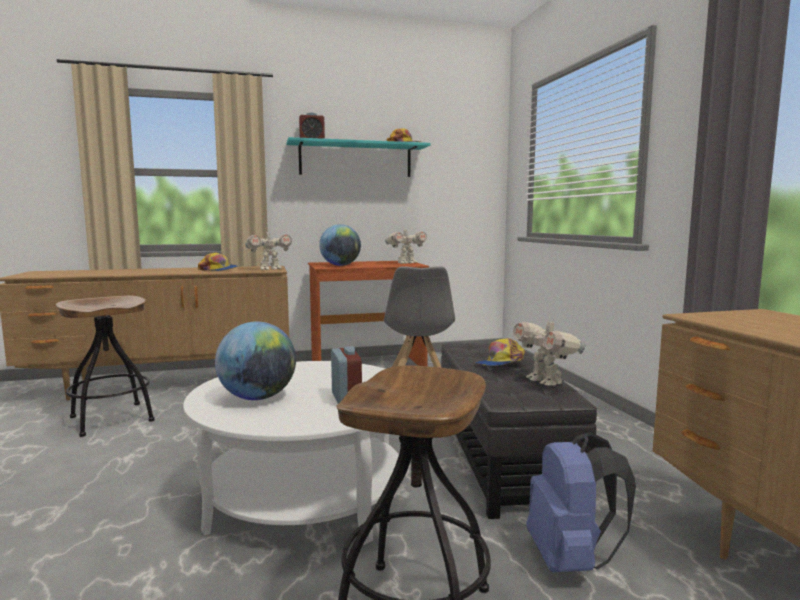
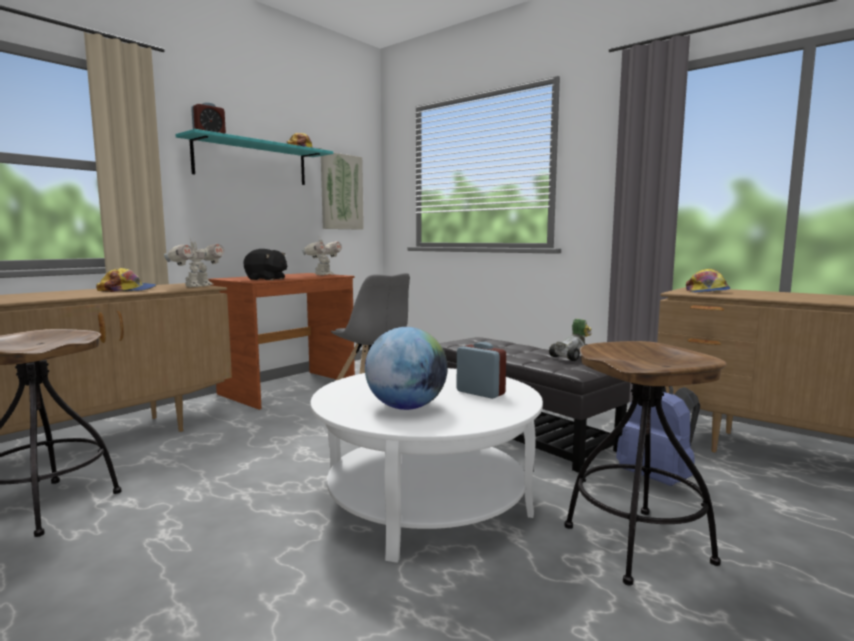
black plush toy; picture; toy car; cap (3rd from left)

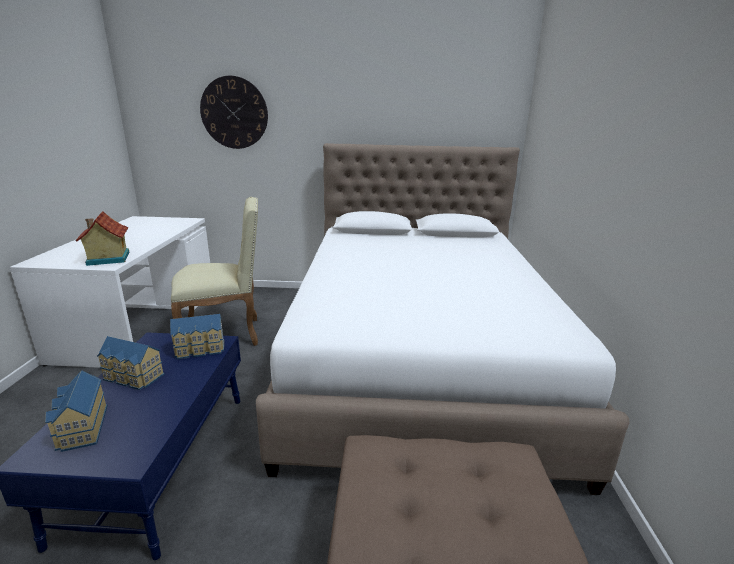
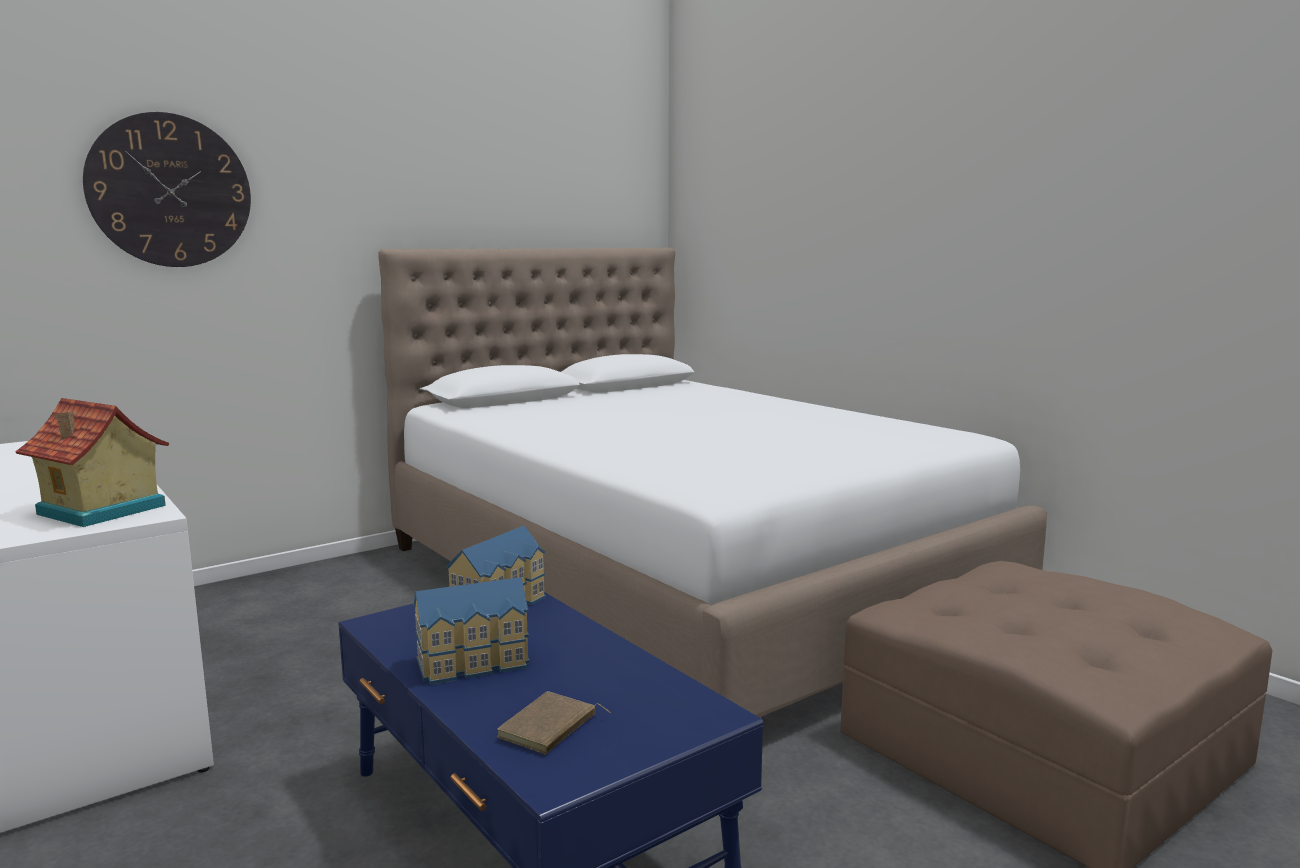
brown book; beige chair

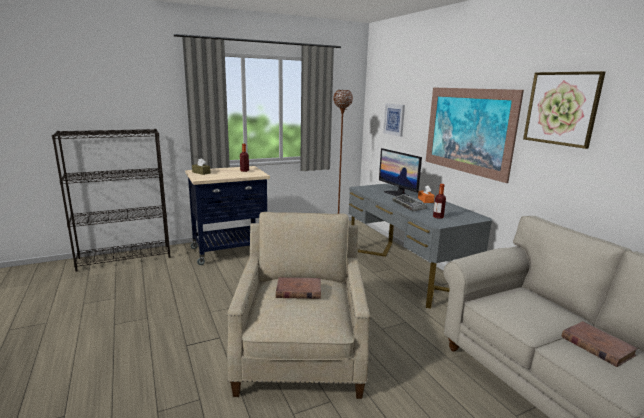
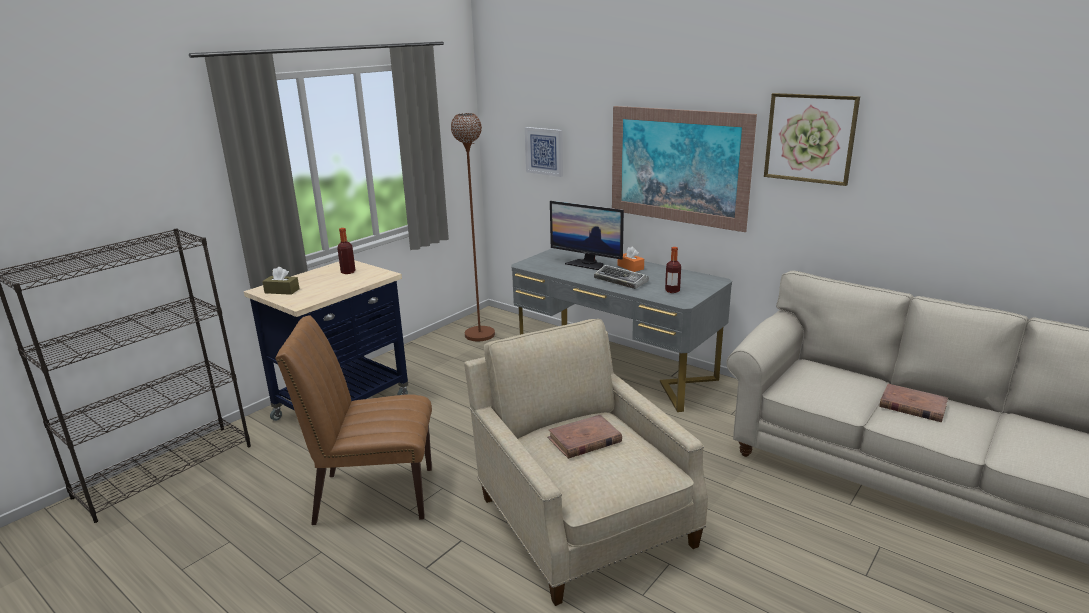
brown chair

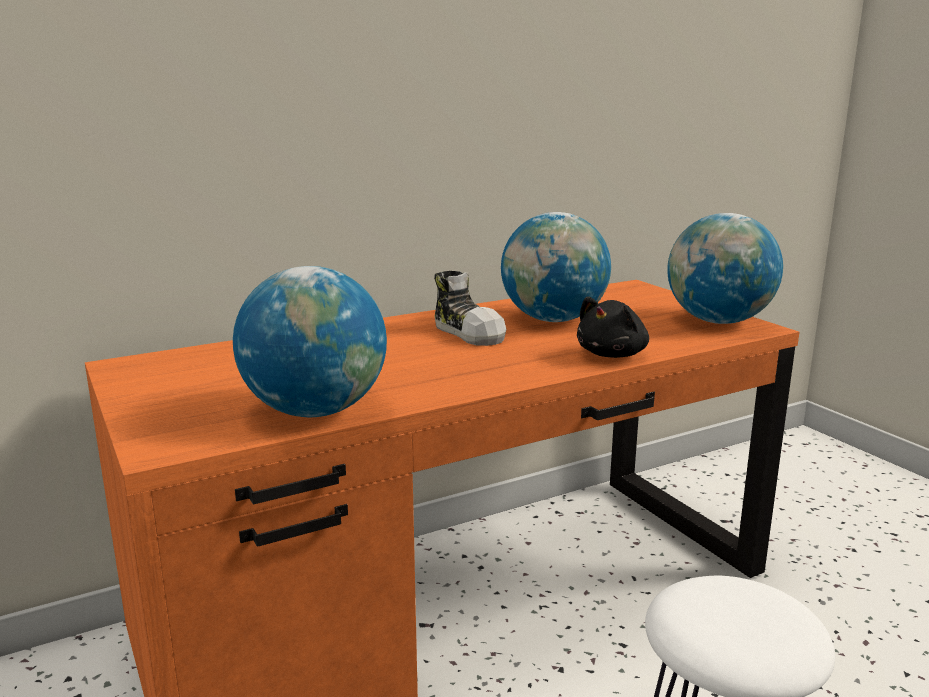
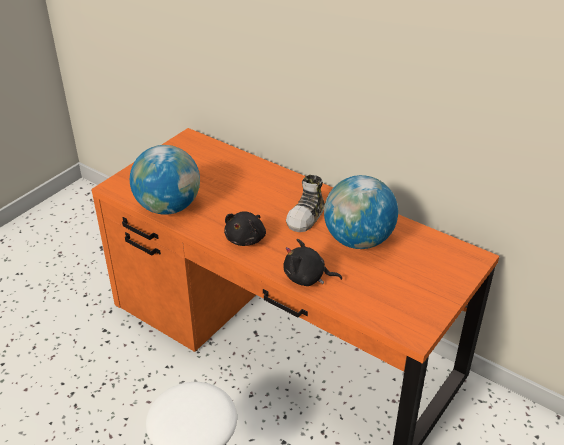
black plush toy (1st from left); globe (3rd from left in the first image)

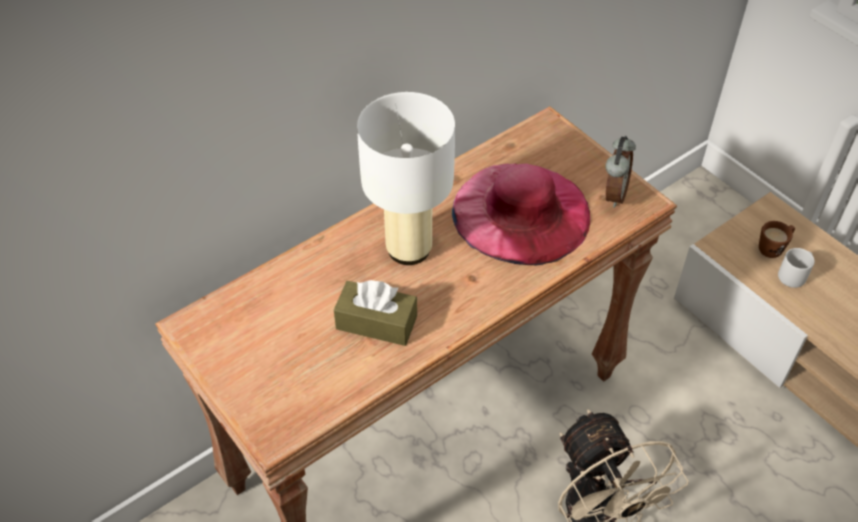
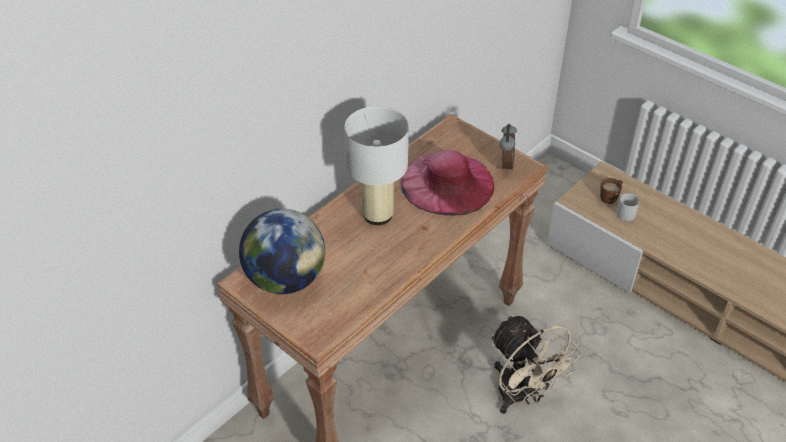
globe; brown tissue box

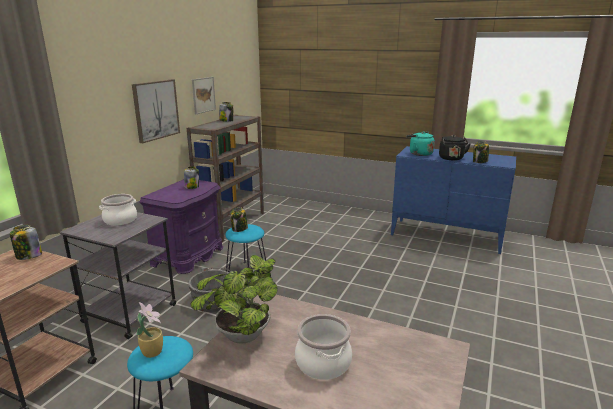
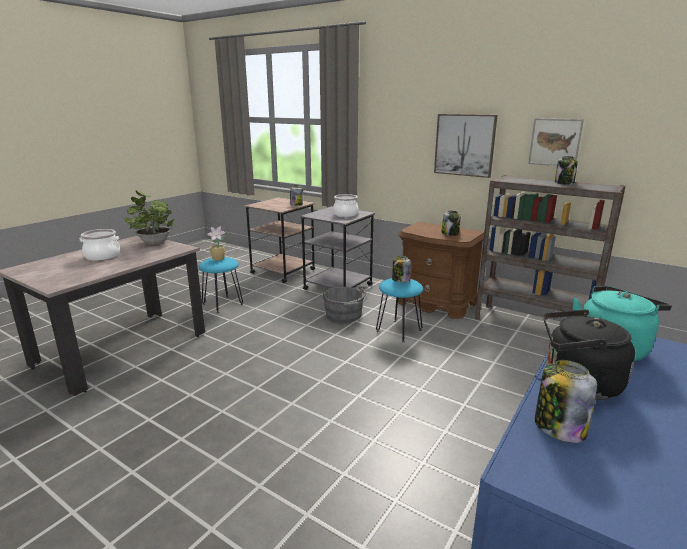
brown nightstand

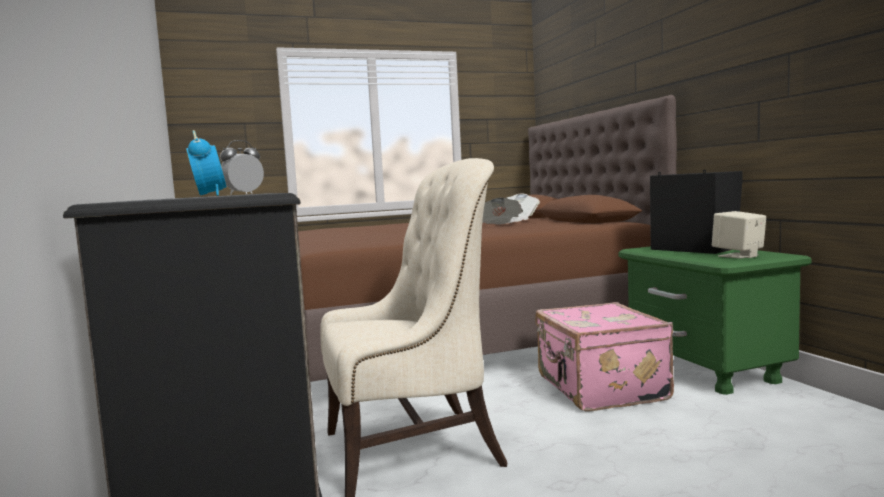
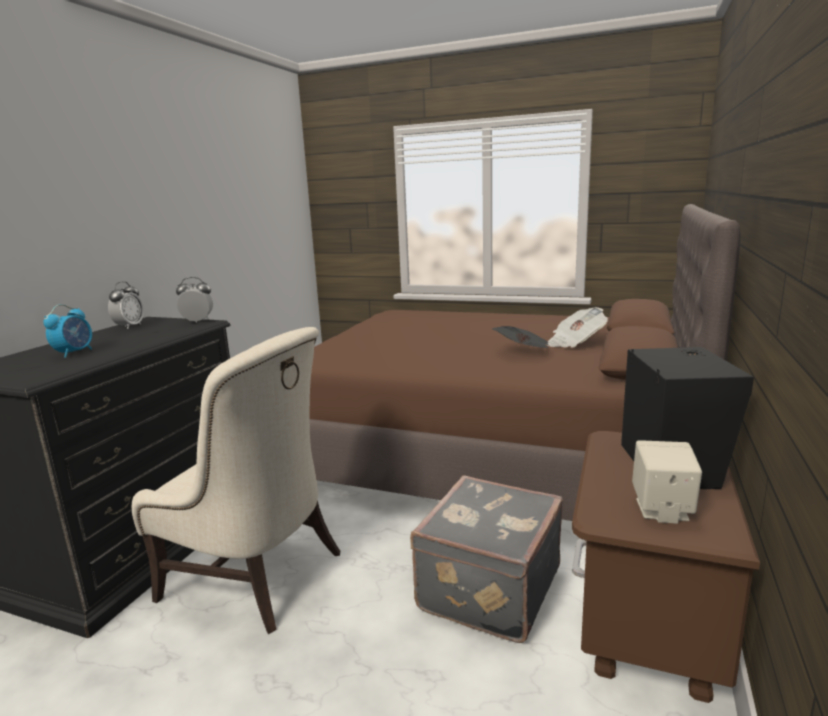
alarm clock (2nd from left); grey suitcase; brown nightstand

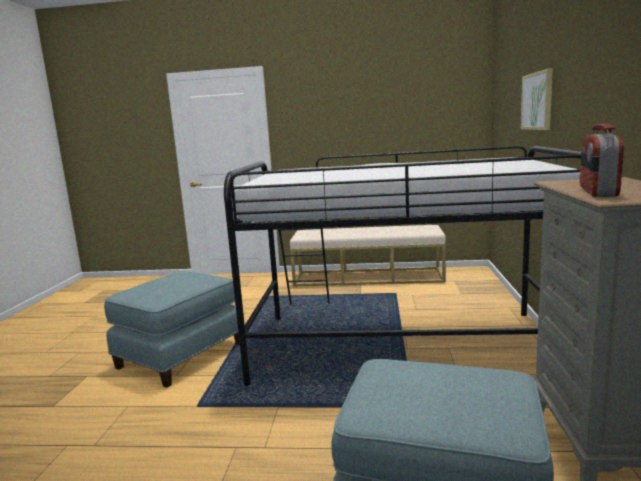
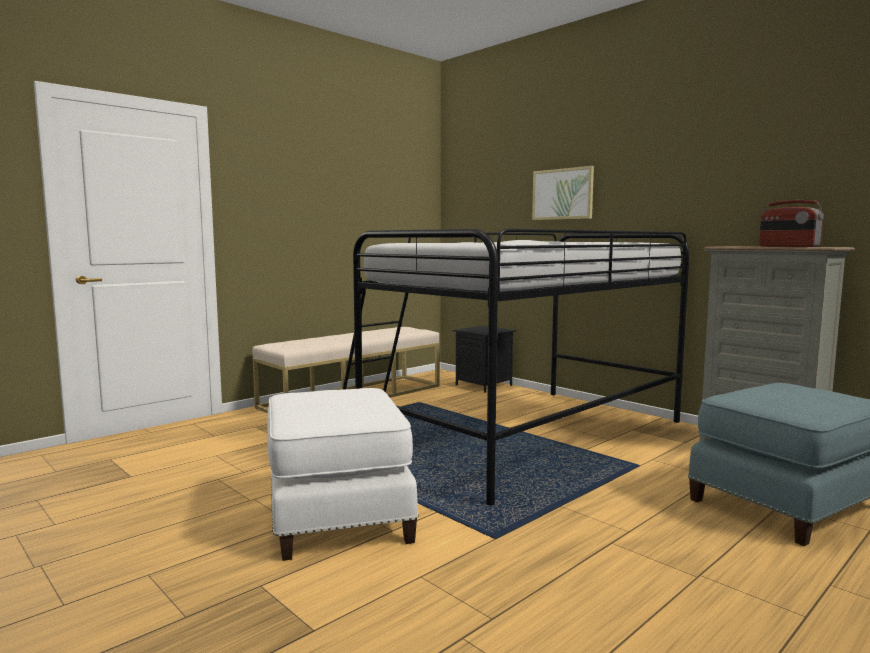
white ottoman; black nightstand

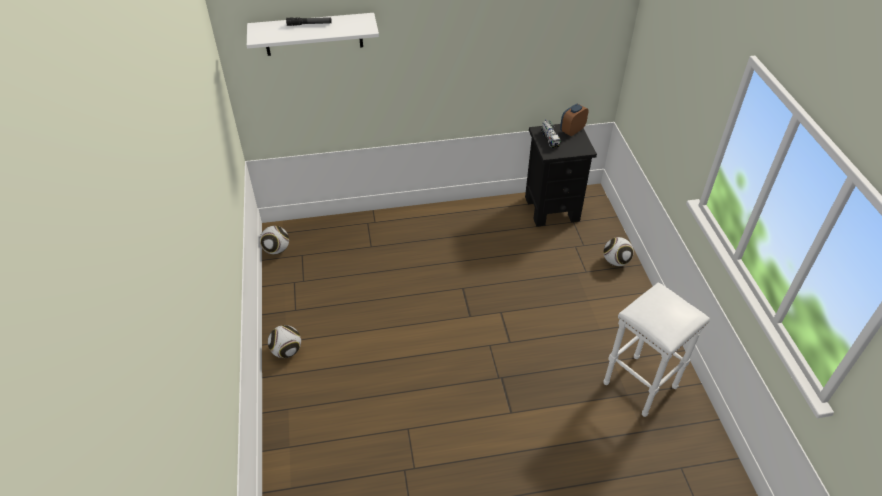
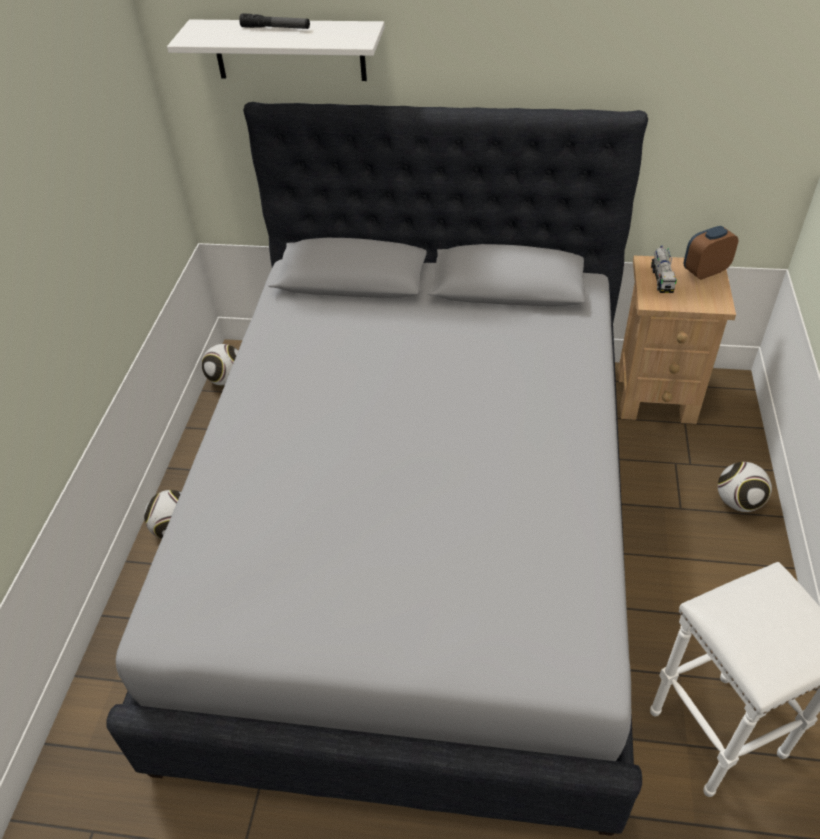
grey bed; beige nightstand

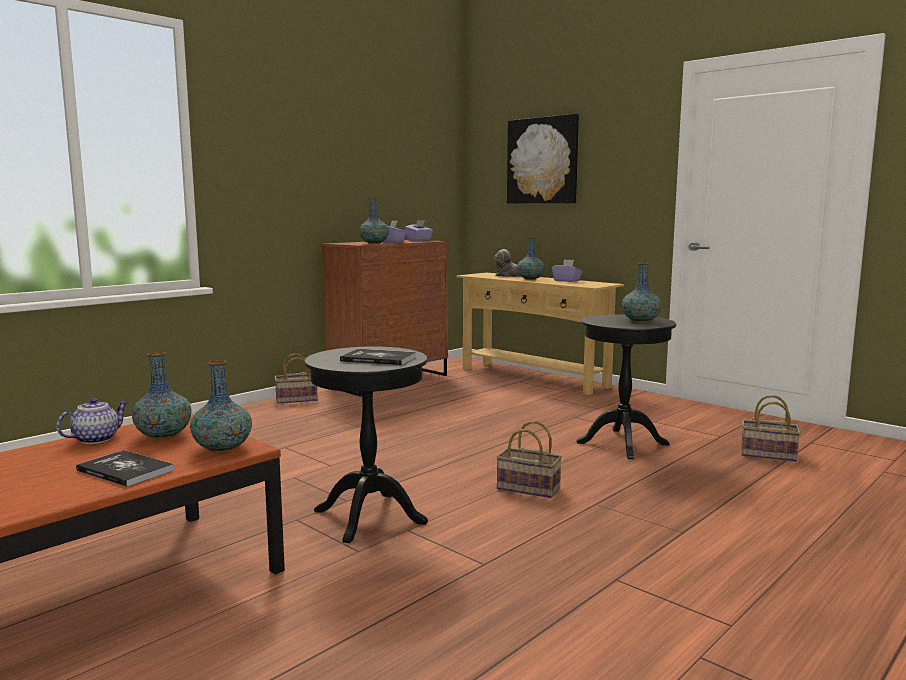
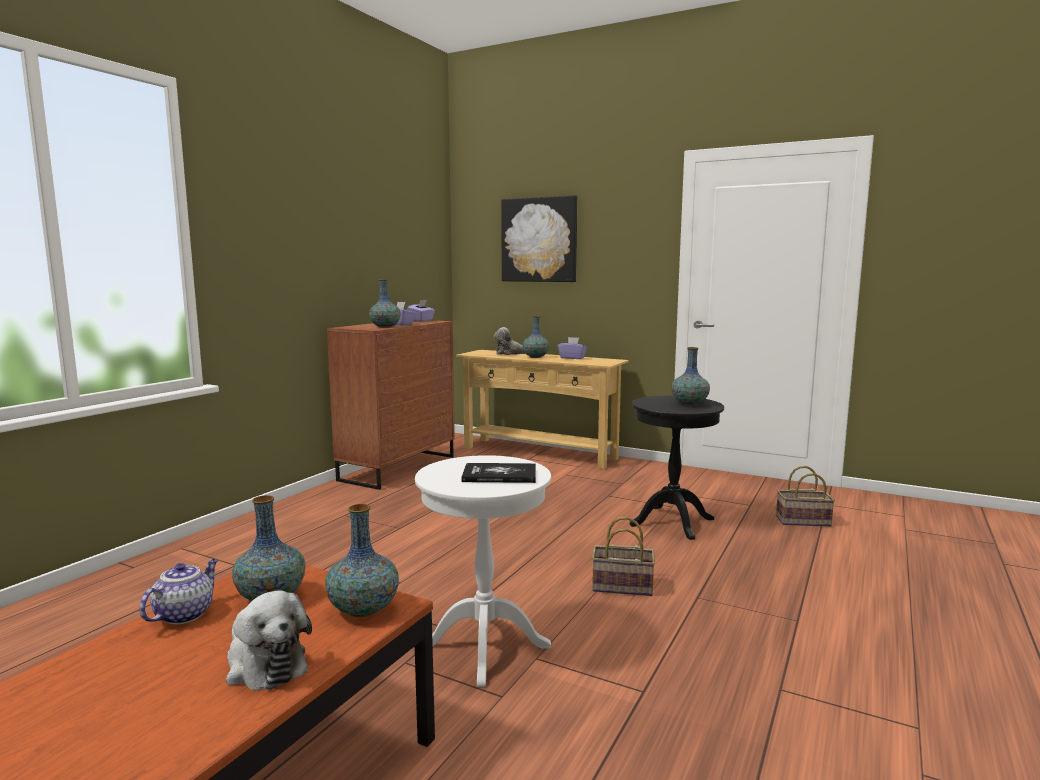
plush toy (1st from left); white side table; basket (1st from left in the first image)

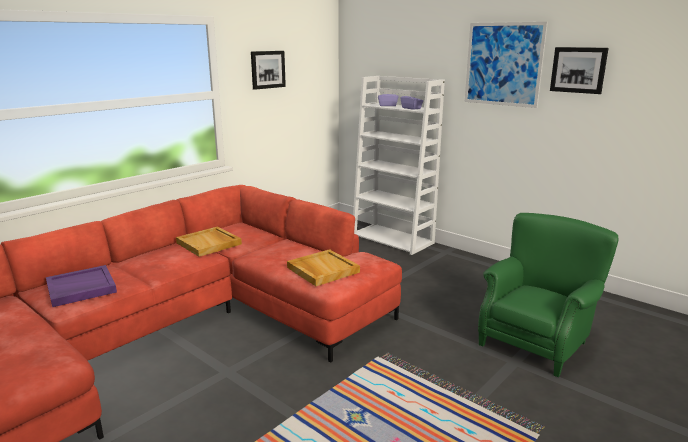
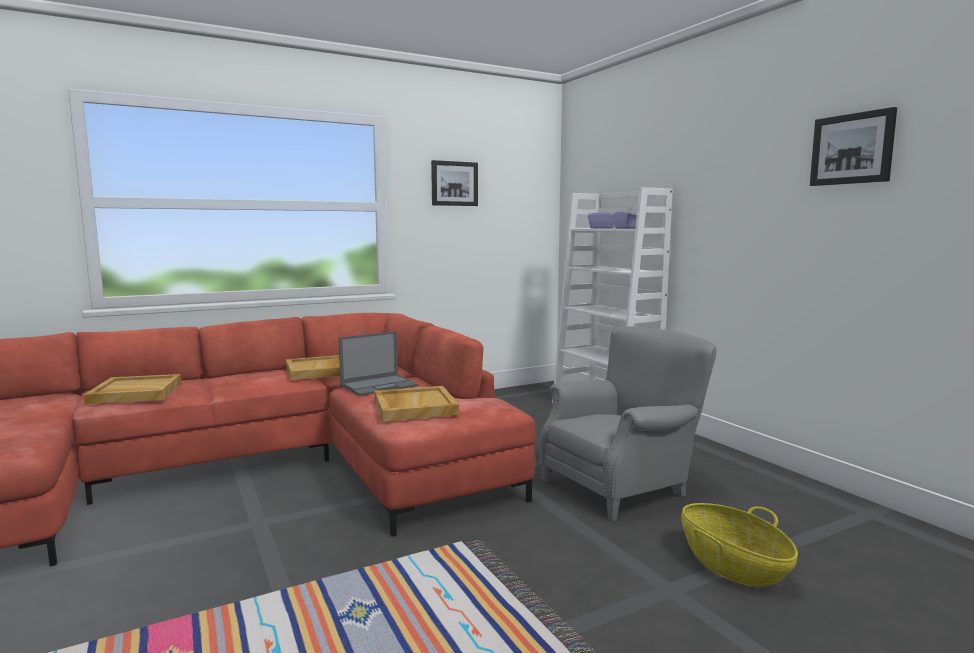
beige tray (1st from left); laptop; grey armchair; basket; picture (2nd from left in the first image)

